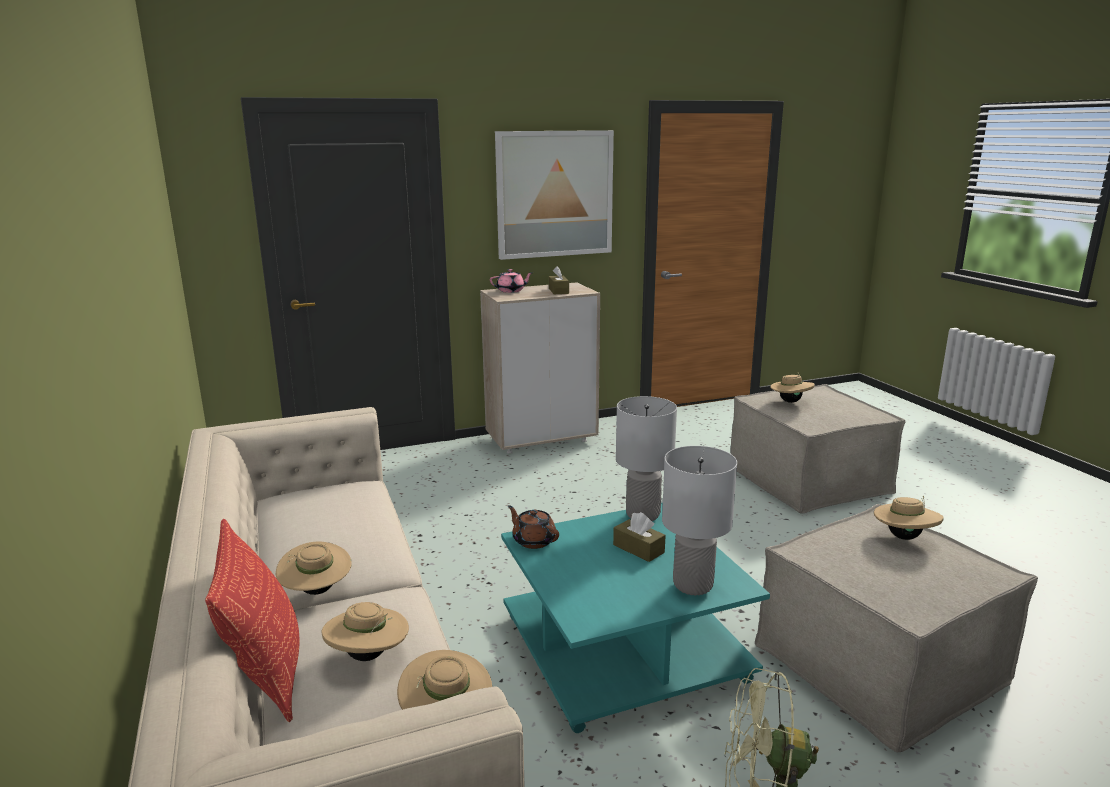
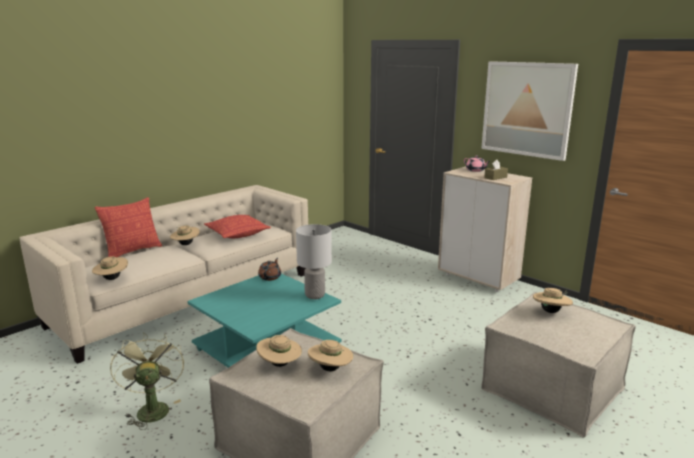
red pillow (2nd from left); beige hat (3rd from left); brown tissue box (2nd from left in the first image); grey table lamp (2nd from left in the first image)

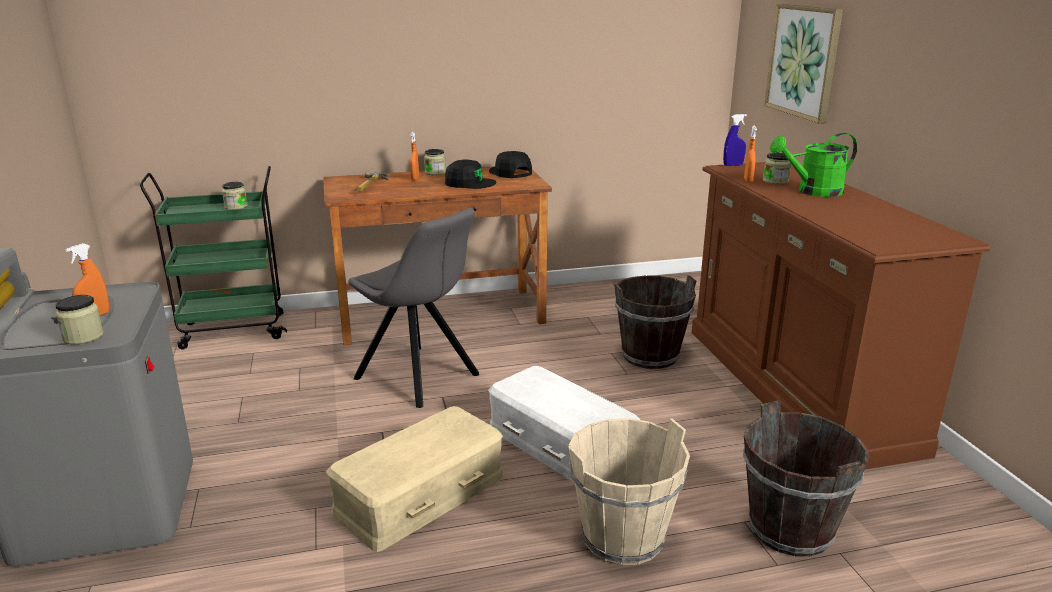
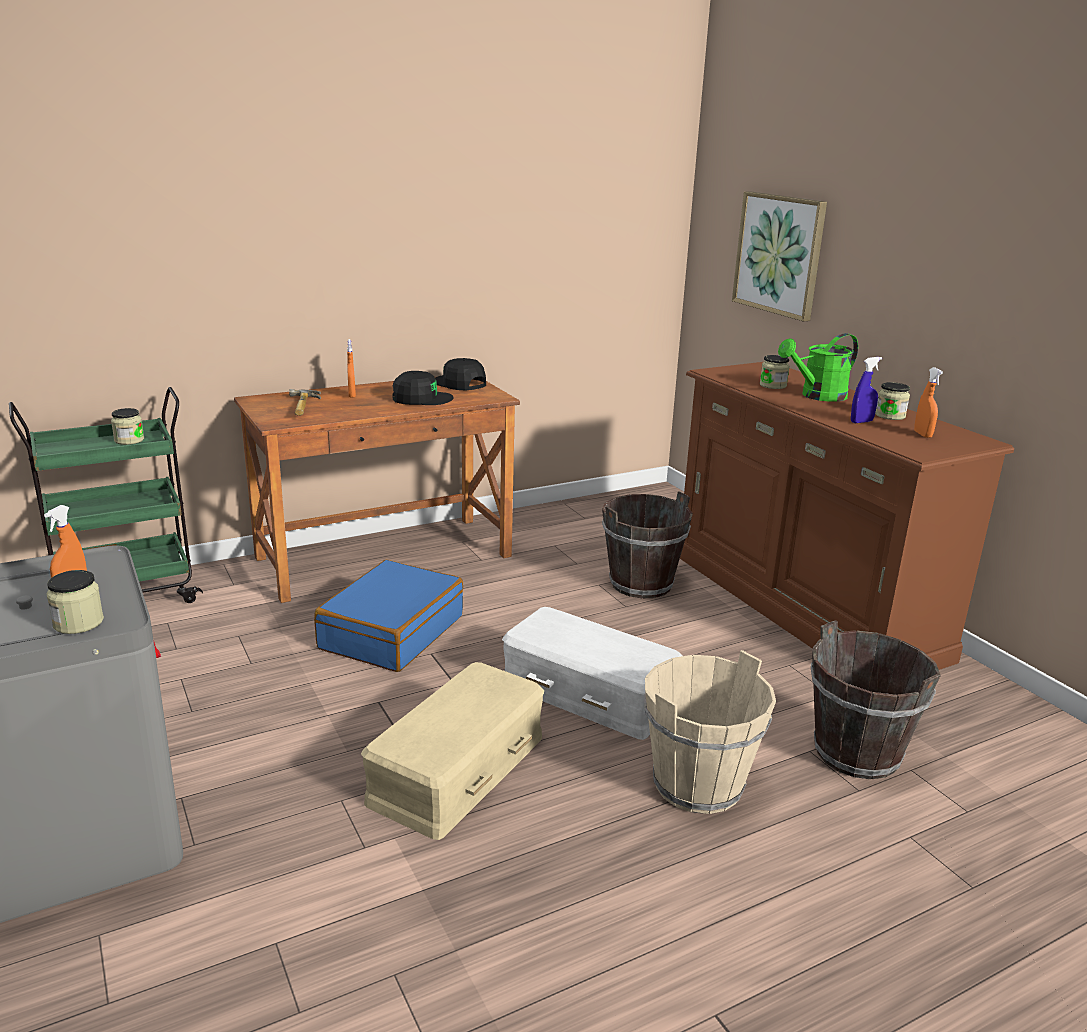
blue suitcase; blue spray bottle; jar (4th from left); orange spray bottle (3rd from left)

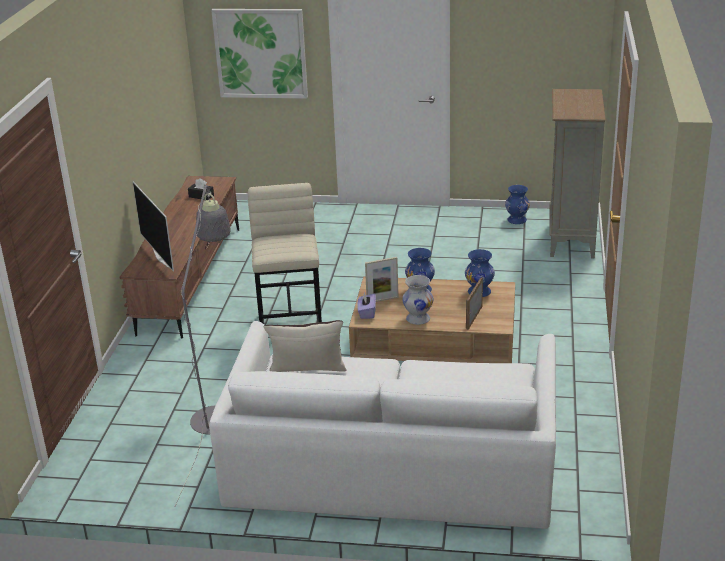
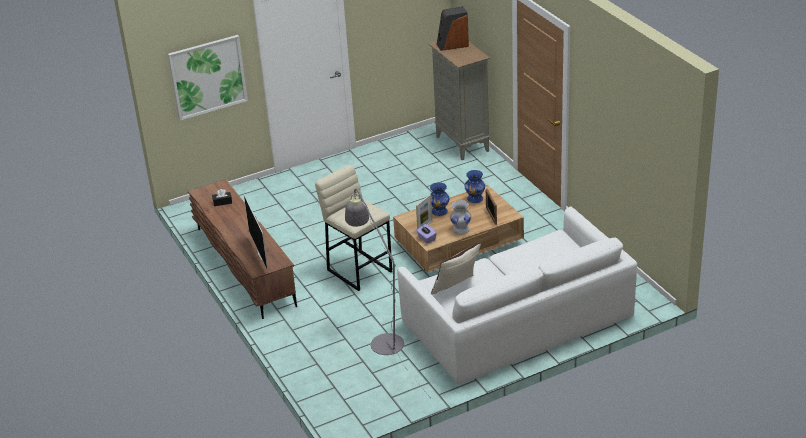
television; speaker; blue vase (3rd from left in the first image)

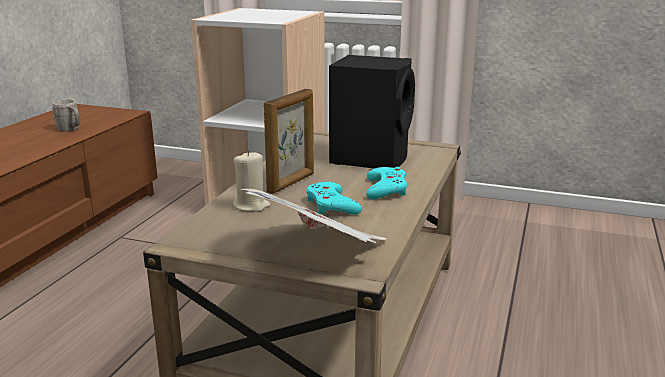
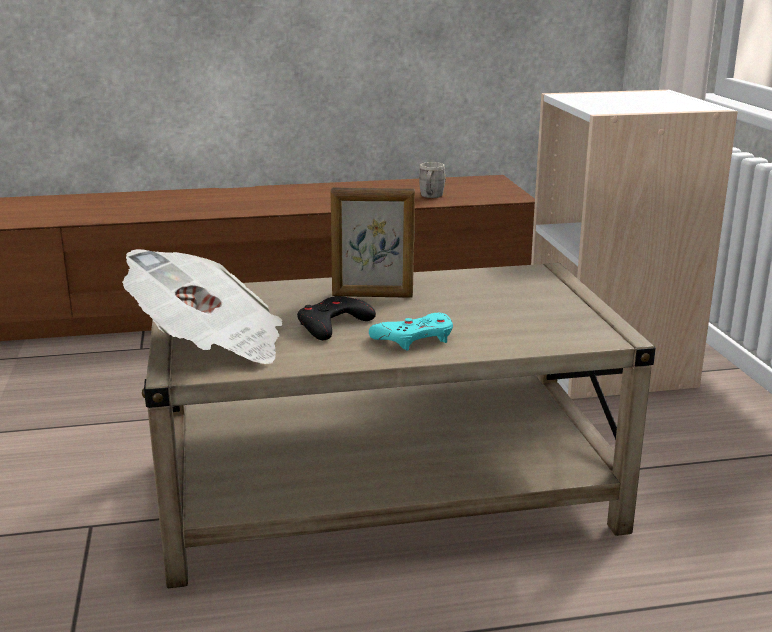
black game controller; beige candle; black speaker

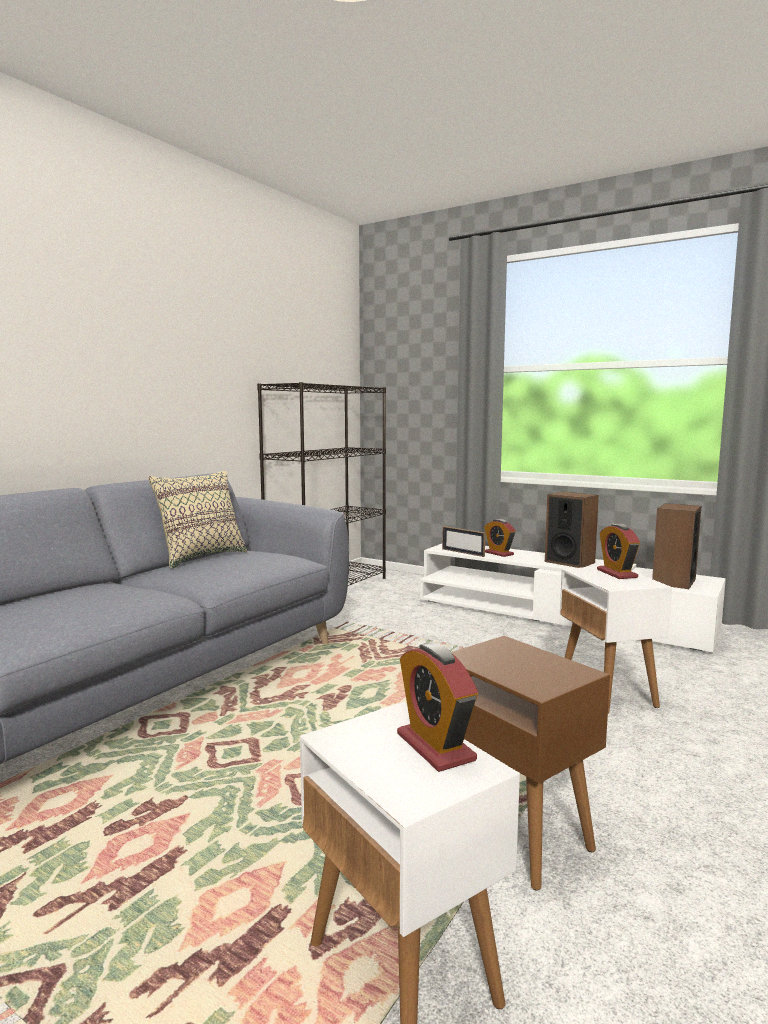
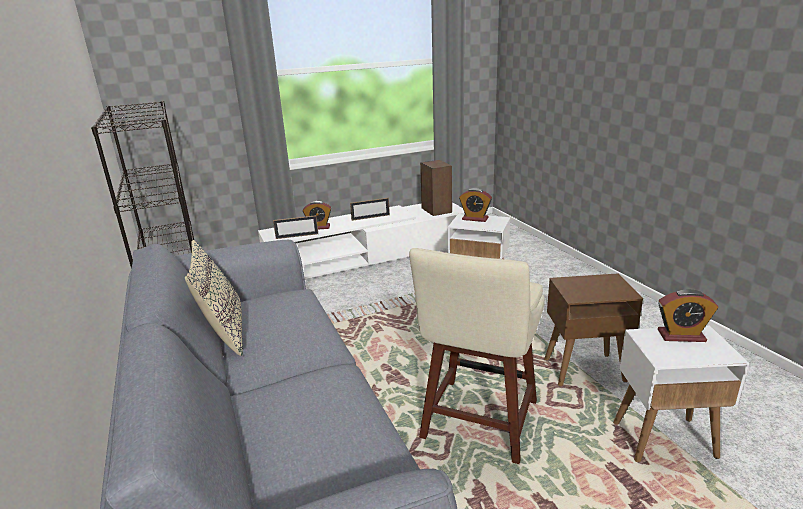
picture frame (2nd from left); beige stool

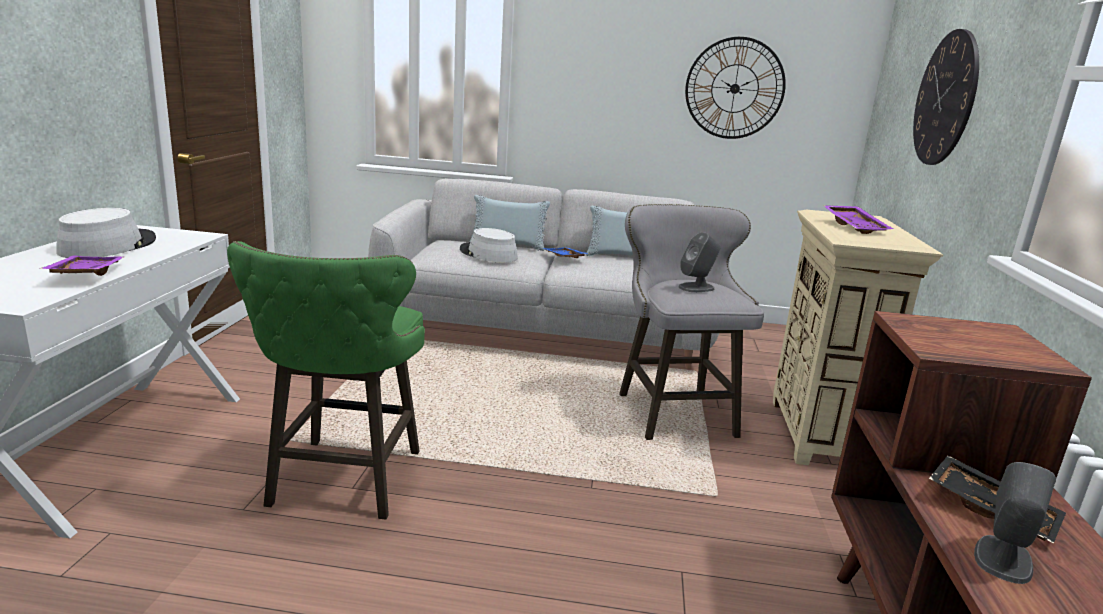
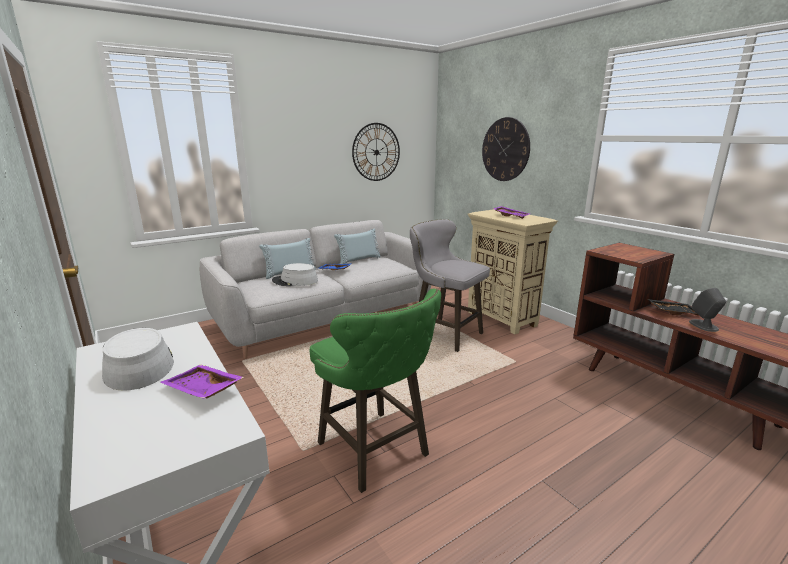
grey speaker (1st from left in the first image)

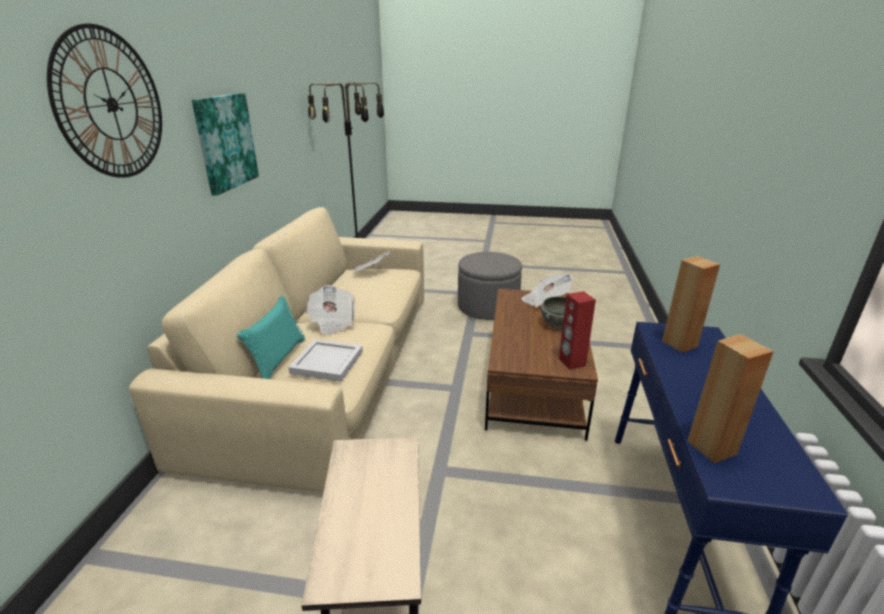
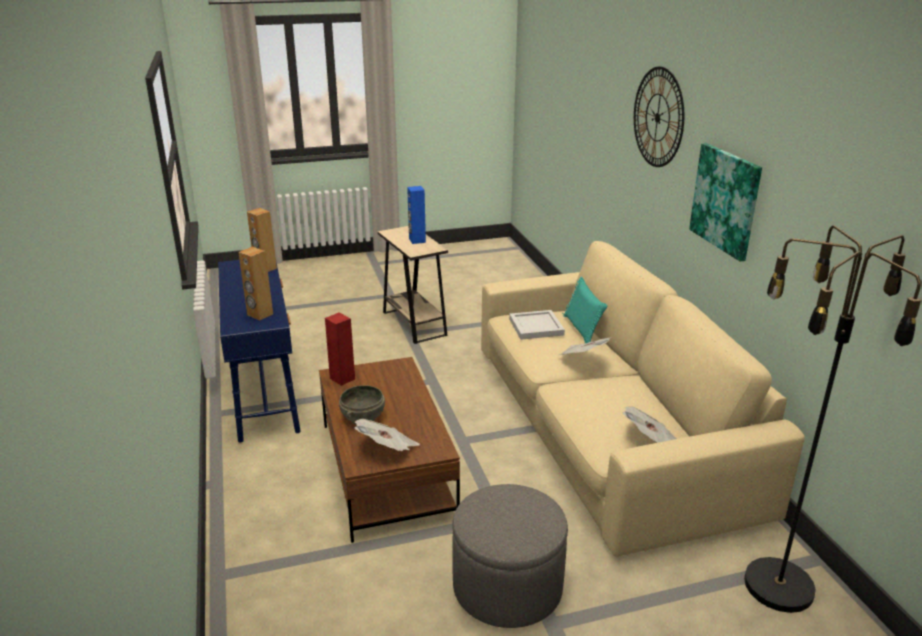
blue speaker

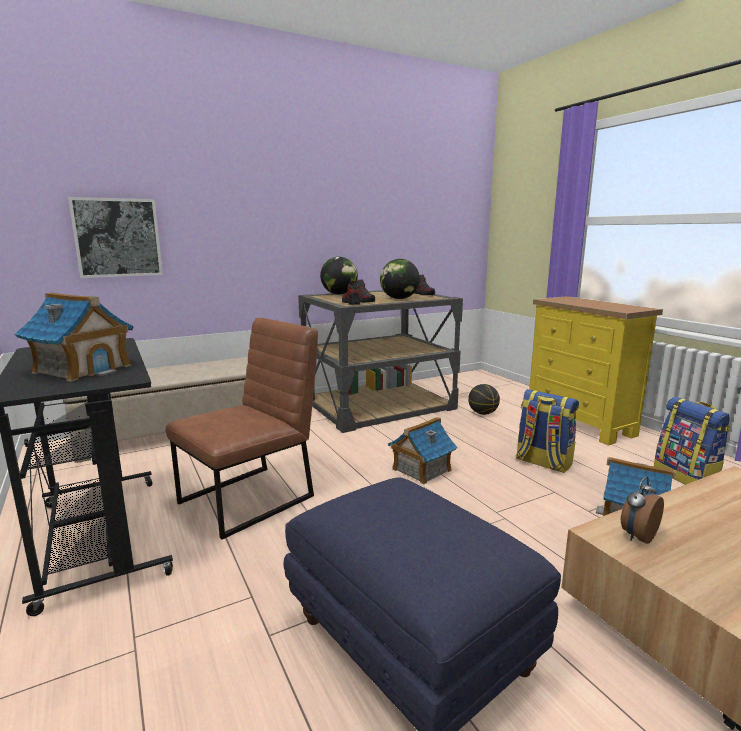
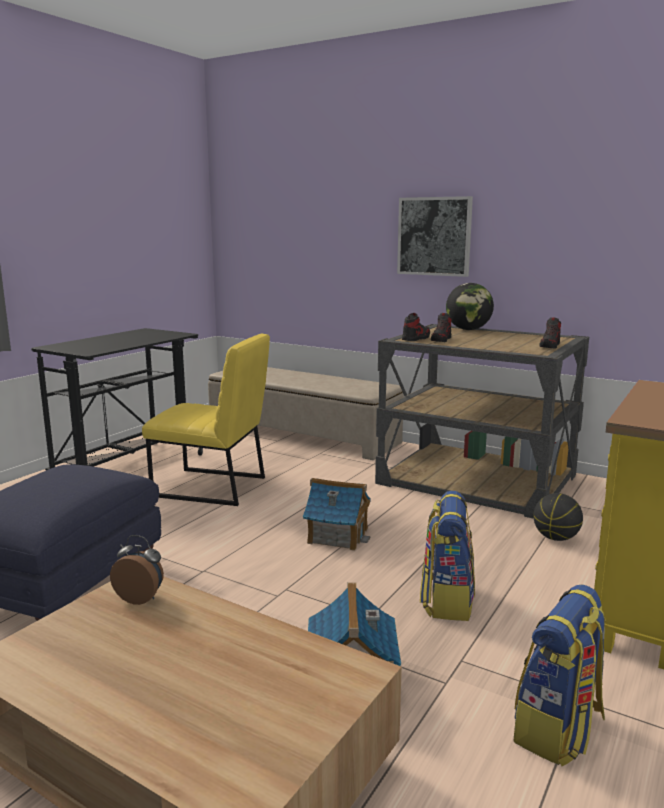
yellow chair; picture; toy house (1st from left in the first image); globe (2nd from left in the first image)

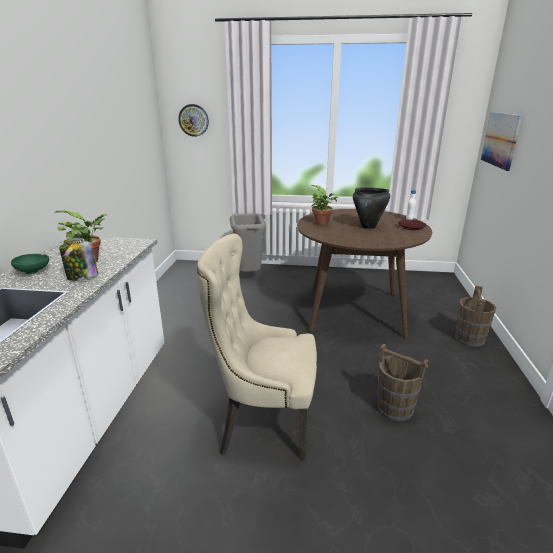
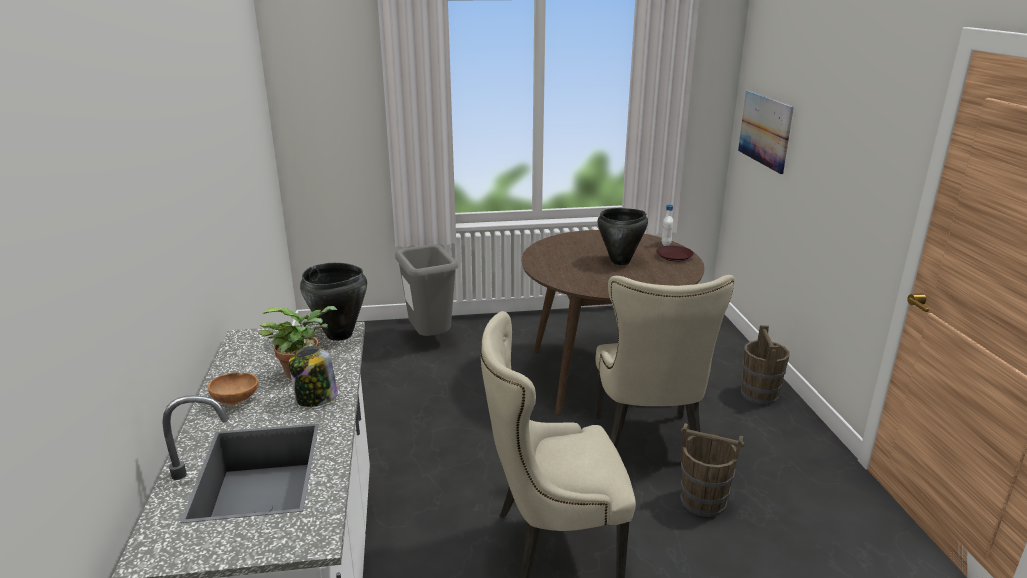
brown bowl; black cooking pot (1st from left); beige chair (2nd from left); wall clock; potted plant (2nd from left in the first image)

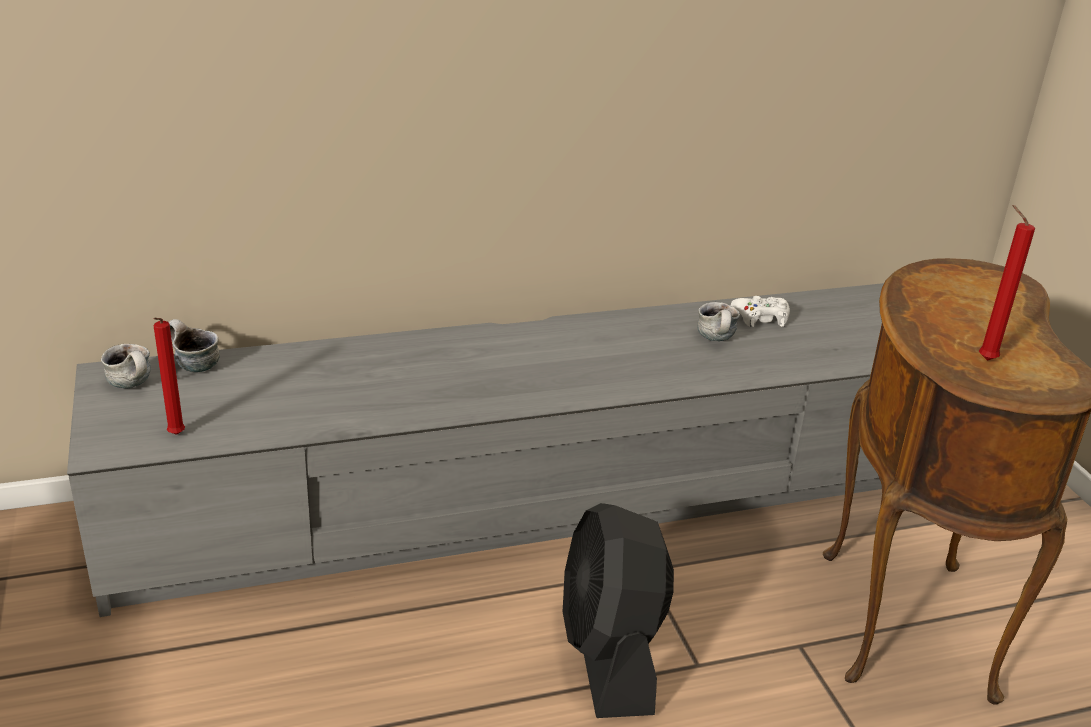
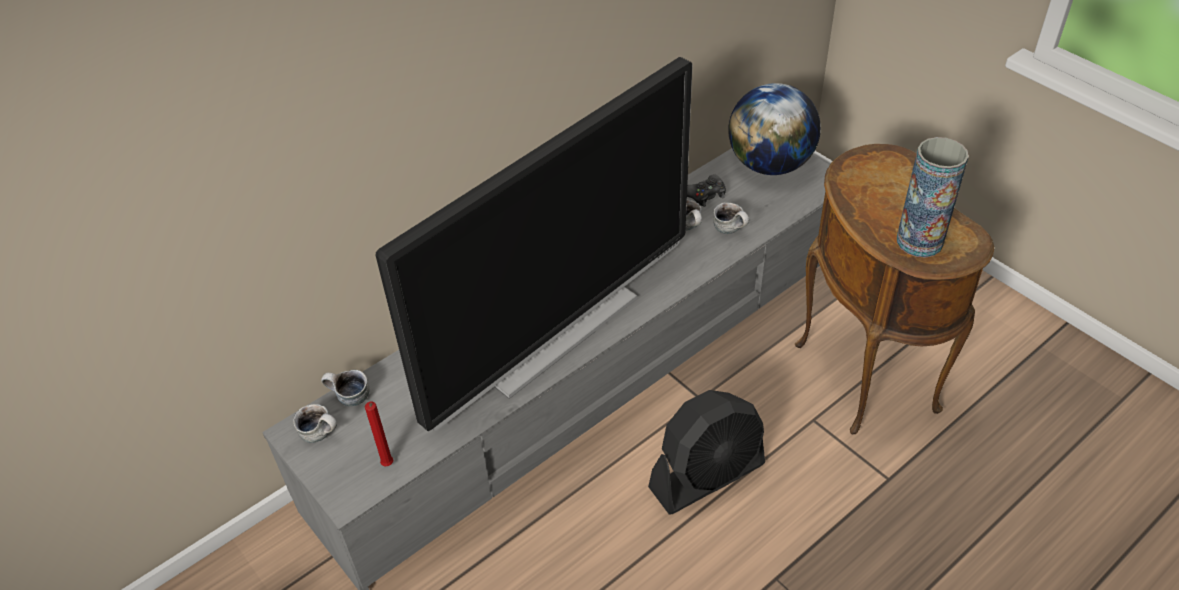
television; black fan; black game controller; mug (4th from left); globe; vase

